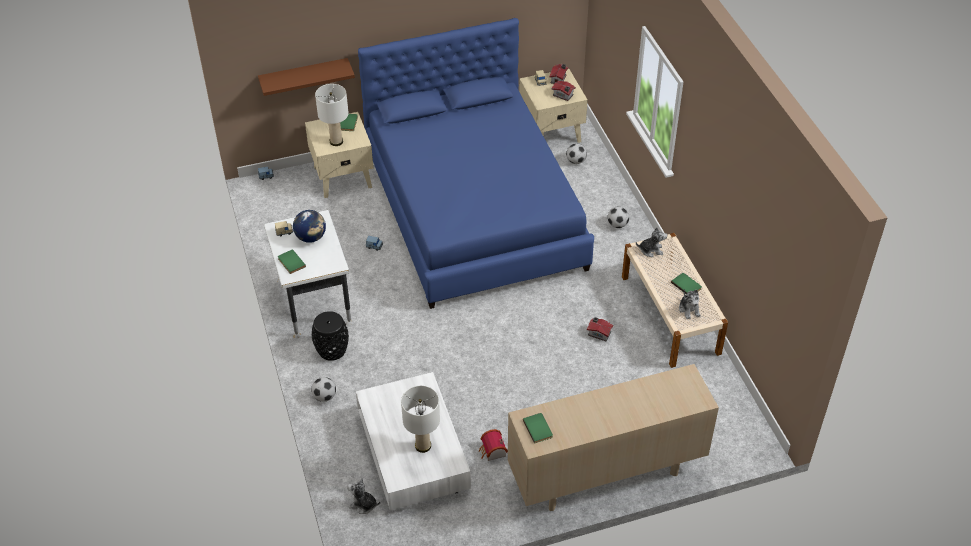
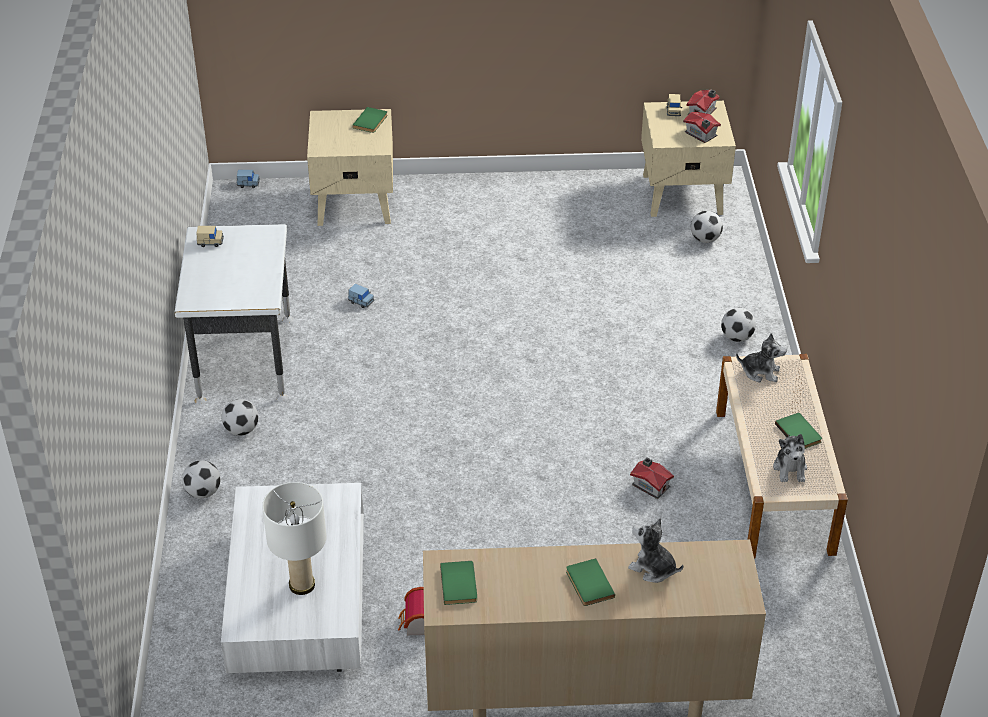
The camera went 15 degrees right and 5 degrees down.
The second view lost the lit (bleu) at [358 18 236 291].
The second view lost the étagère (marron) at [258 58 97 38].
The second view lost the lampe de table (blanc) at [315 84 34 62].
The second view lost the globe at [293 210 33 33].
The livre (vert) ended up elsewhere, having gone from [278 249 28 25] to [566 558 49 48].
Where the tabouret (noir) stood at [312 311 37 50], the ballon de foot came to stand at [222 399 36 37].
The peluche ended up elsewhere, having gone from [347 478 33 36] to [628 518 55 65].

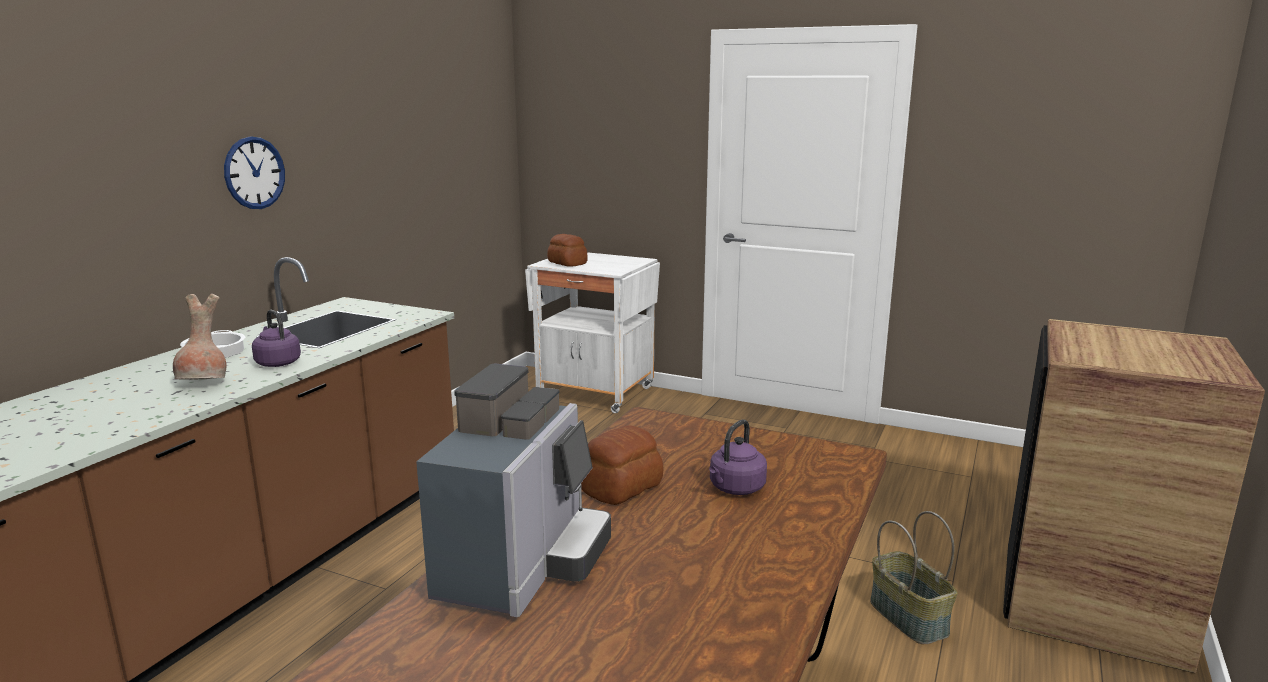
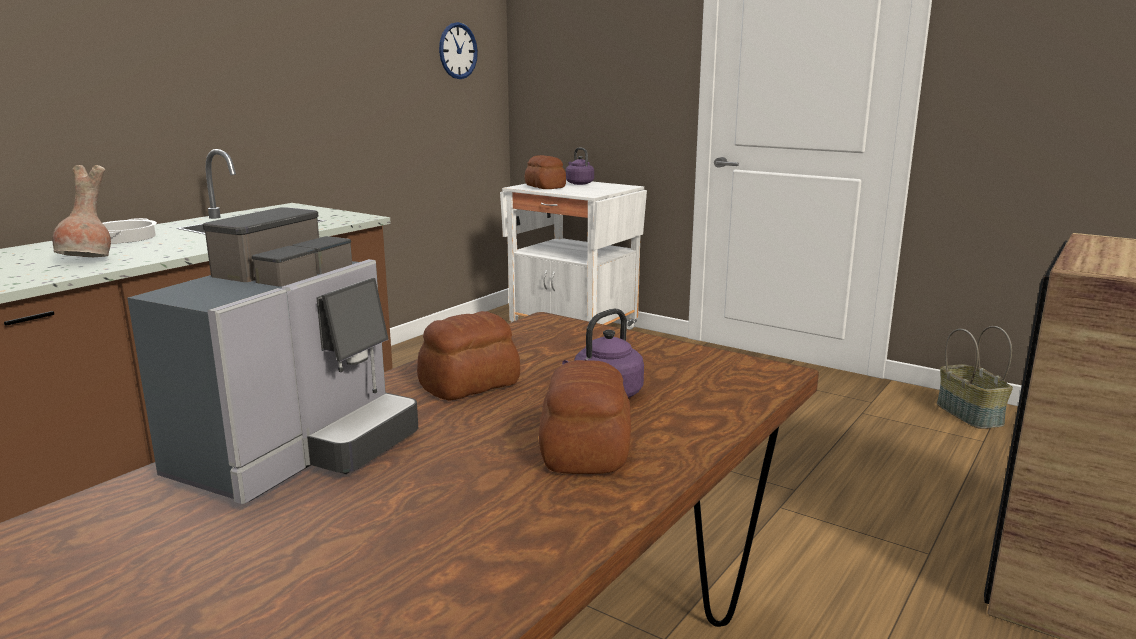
The camera went 10 degrees right and 0 degrees up.
The horloge murale ended up elsewhere, having gone from [224 137 61 72] to [439 22 39 57].
The bouilloire (violet) ended up elsewhere, having gone from [252 310 49 57] to [566 148 28 37].
The panier ended up elsewhere, having gone from [870 511 88 133] to [937 326 76 103].
The second view gained the pain at [539 360 92 114].

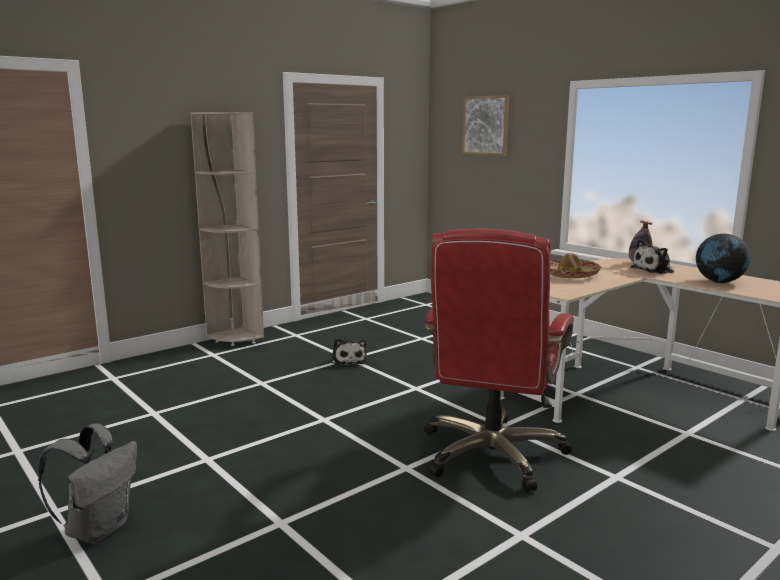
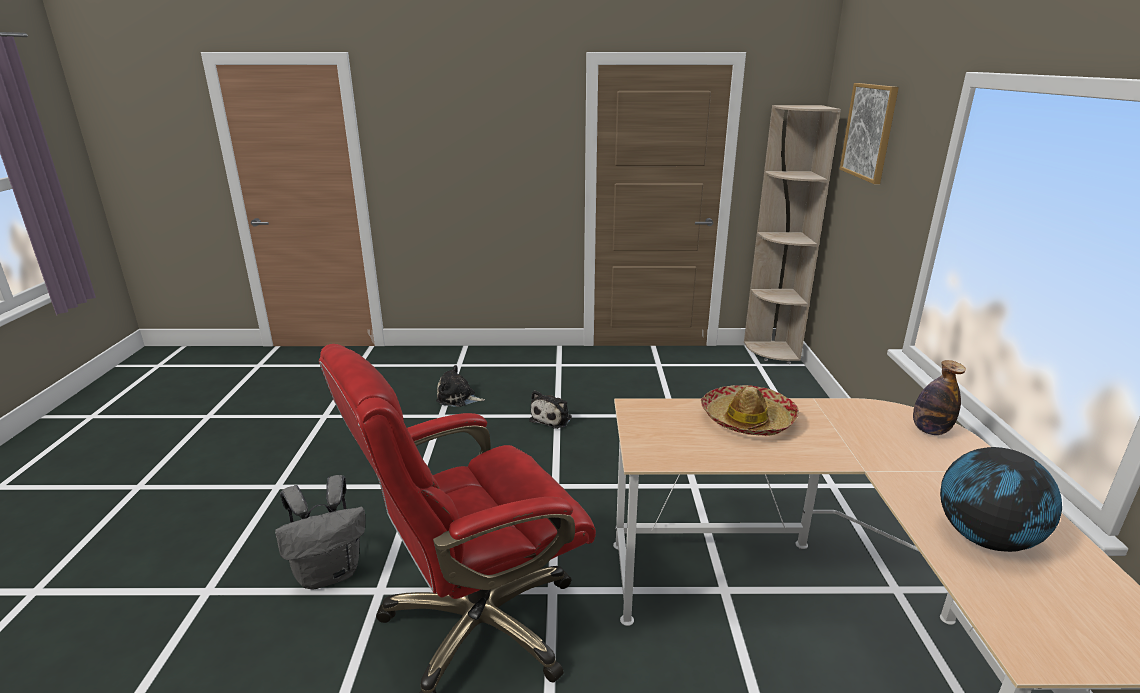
The camera went 40 degrees right and 10 degrees up.
The bibliothèque (beige) ended up elsewhere, having gone from [190 112 74 234] to [744 105 97 259].
The peluche ended up elsewhere, having gone from [630 239 44 35] to [436 365 49 42].
The sac à dos (gris) ended up elsewhere, having gone from [38 423 99 121] to [275 475 91 114].

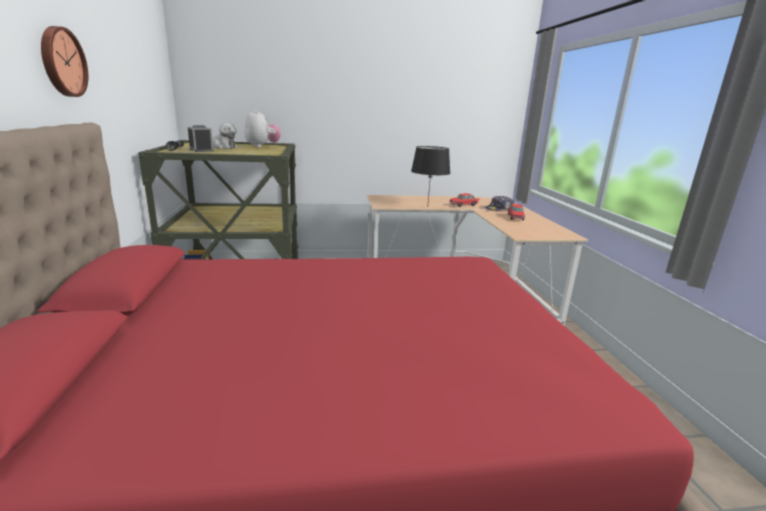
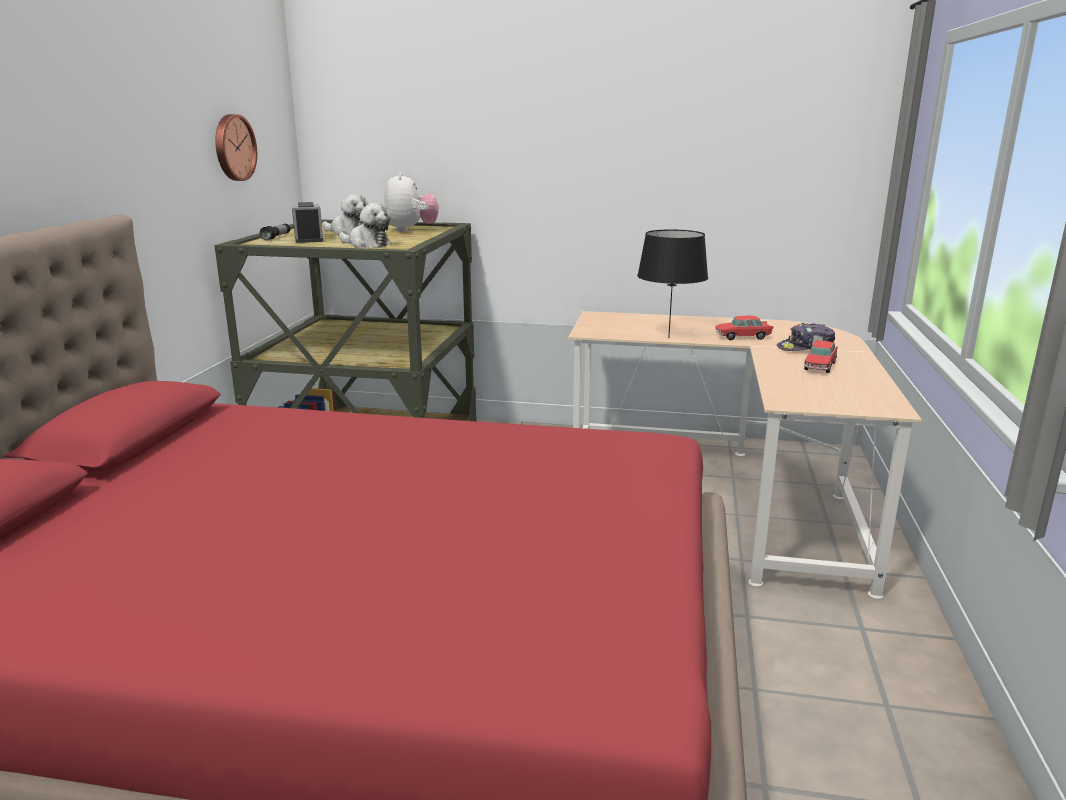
The camera went 20 degrees right and 0 degrees up.
The horloge murale ended up elsewhere, having gone from [41 26 47 71] to [215 114 42 67].
The second view gained the peluche at [339 203 53 45].

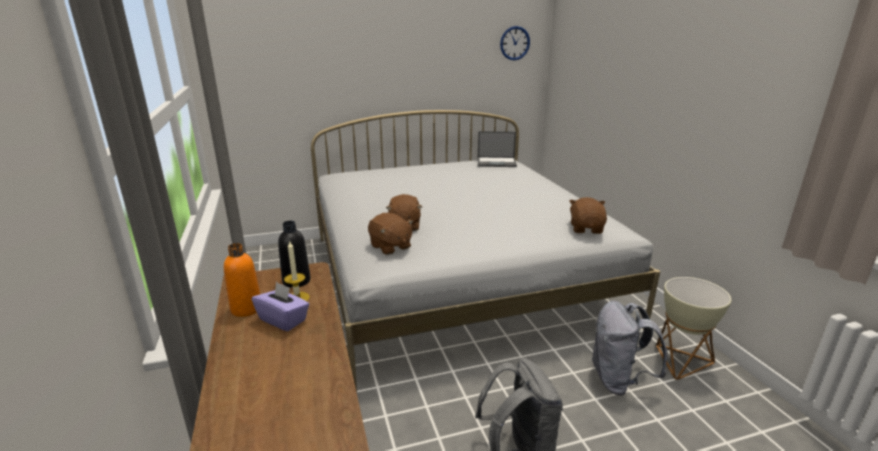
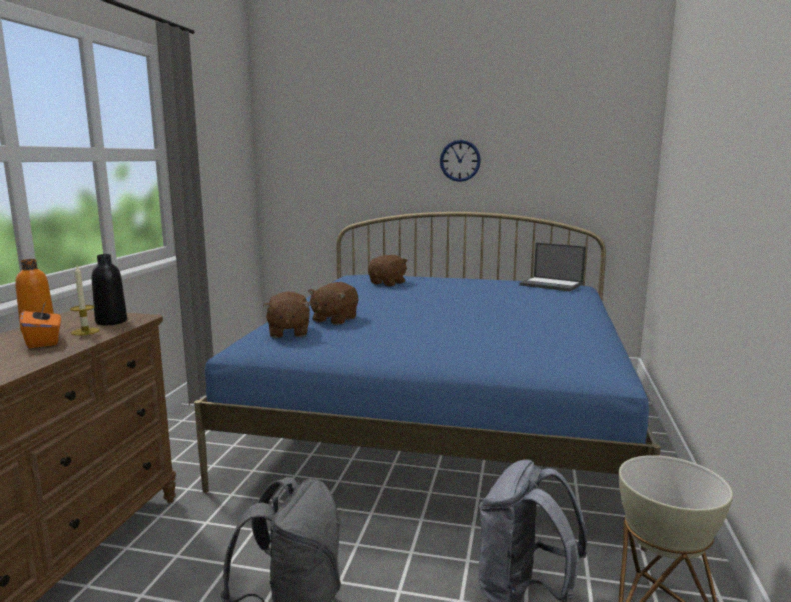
The camera went 30 degrees right and 10 degrees down.
The horloge murale ended up elsewhere, having gone from [500 26 30 34] to [440 140 41 42].
What was the lit (blanc) at [311 110 349 282] turned into the lit (bleu) at [194 212 467 339].
The peluche (marron) ended up elsewhere, having gone from [569 197 38 37] to [368 255 40 31].
What was the boîte à mouchoirs (violet) at [252 282 57 49] turned into the boîte à mouchoirs (orange) at [20 301 41 47].

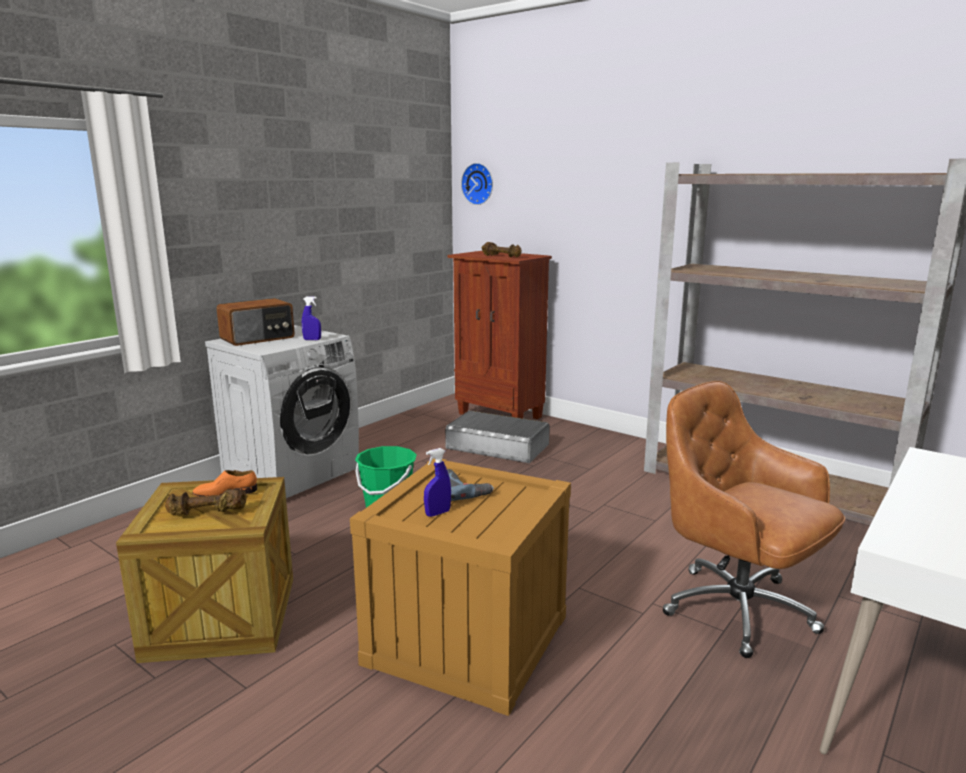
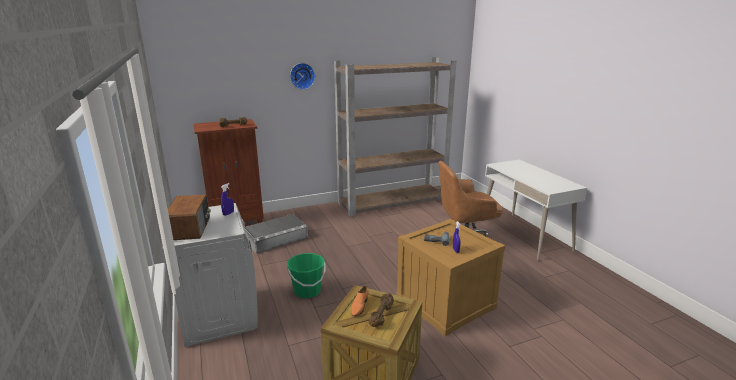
The camera went 60 degrees left and 5 degrees up.
The horloge murale ended up elsewhere, having gone from [461 163 32 42] to [290 63 25 27].

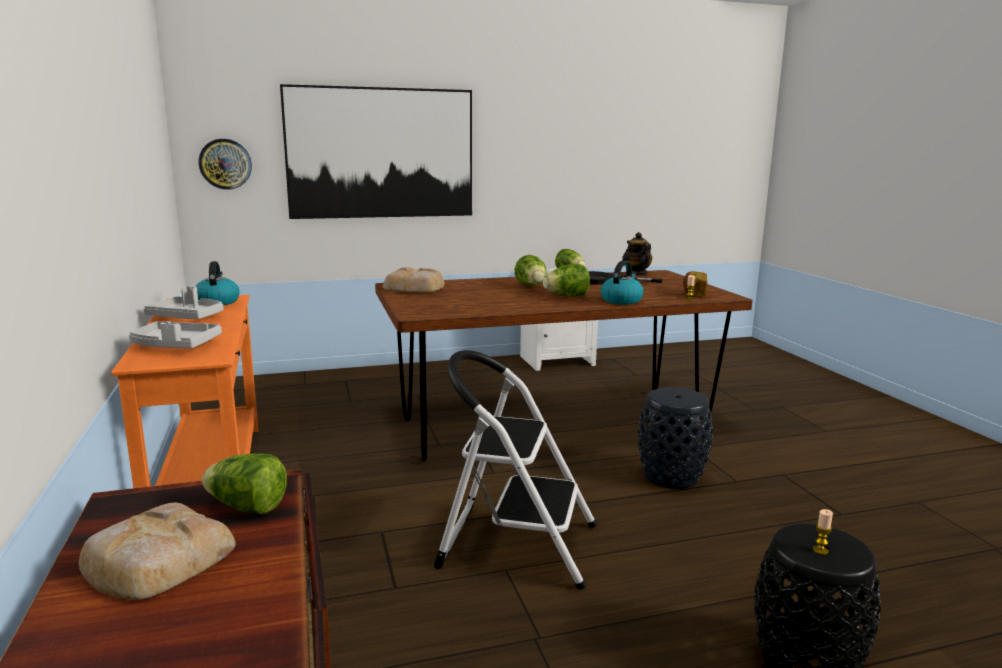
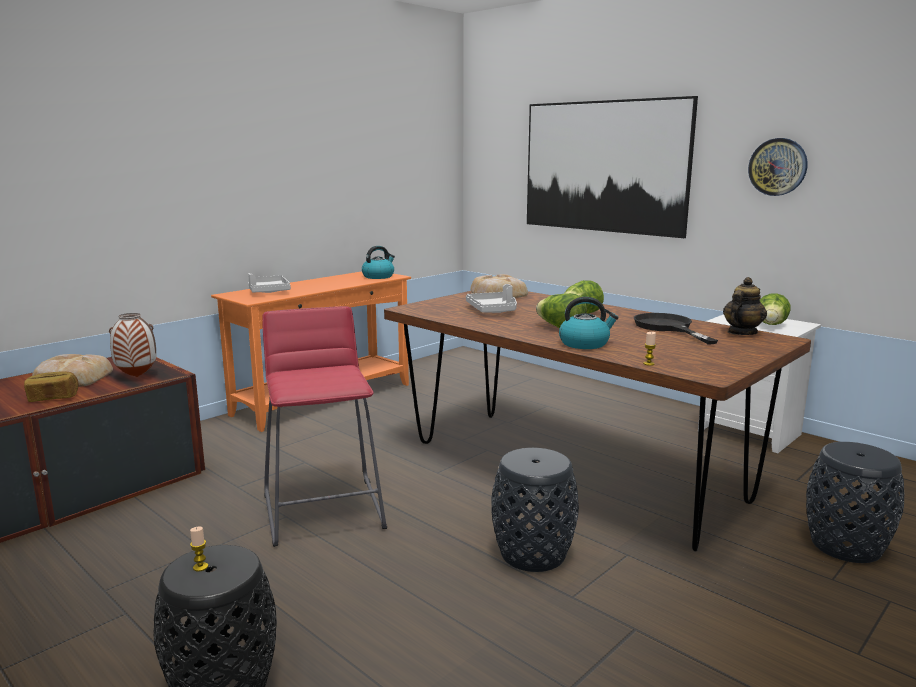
The camera went 60 degrees right and 0 degrees up.
The horloge murale ended up elsewhere, having gone from [198 139 54 51] to [748 138 60 58].
The pain ended up elsewhere, having gone from [683 271 25 26] to [24 371 54 31].
The plateau (gris) ended up elsewhere, having gone from [143 286 80 33] to [466 284 51 29].
Where the escabeau stood at [434 350 163 240], the tabouret (rouge) came to stand at [262 306 125 241].
Where the laitue stood at [202 453 85 61], the vase came to stand at [109 313 47 64].
The second view gained the tabouret (noir) at [806 442 99 121].

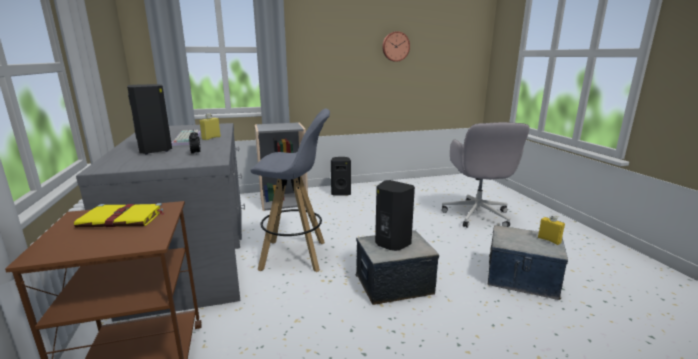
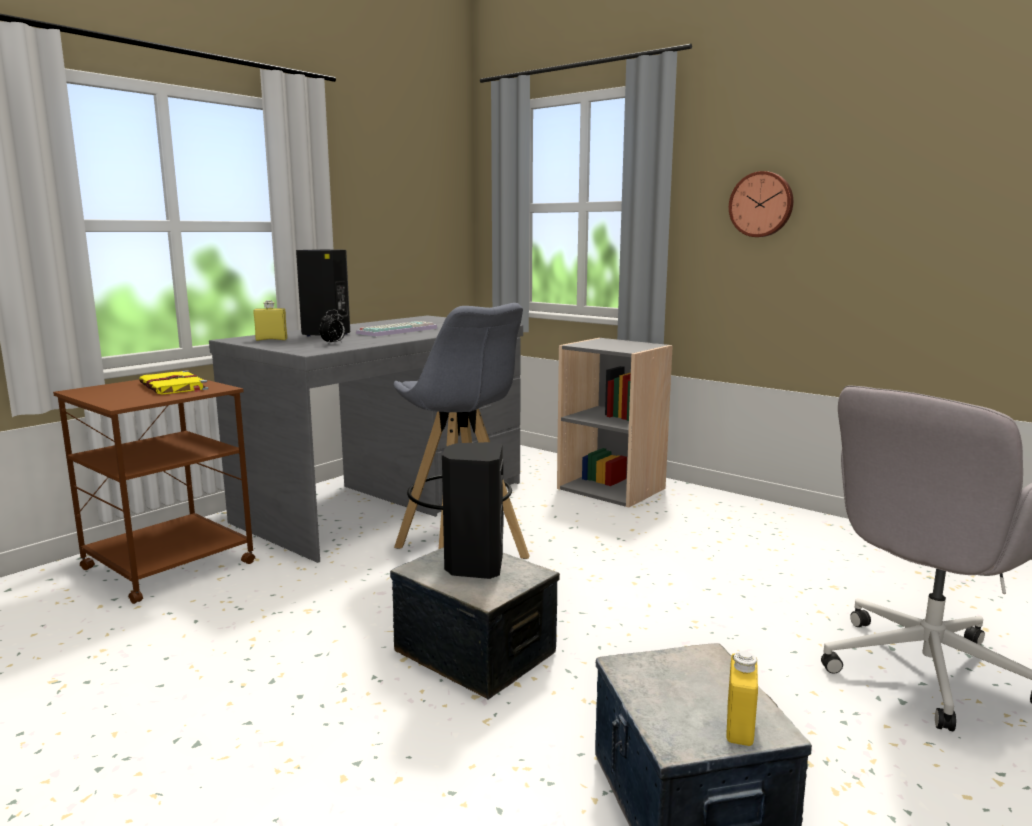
The camera went 55 degrees right and 5 degrees down.
The horloge murale ended up elsewhere, having gone from [382 31 28 31] to [729 171 64 66].
The bouteille (jaune) ended up elsewhere, having gone from [200 113 21 27] to [253 300 34 41].
The second view lost the enceinte (noir) at [331 157 20 39].

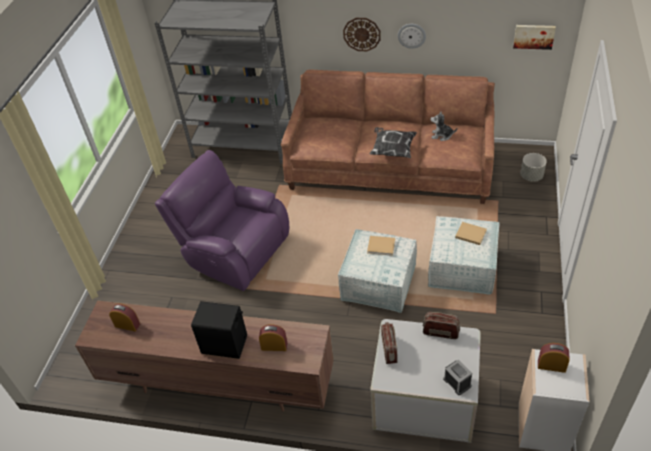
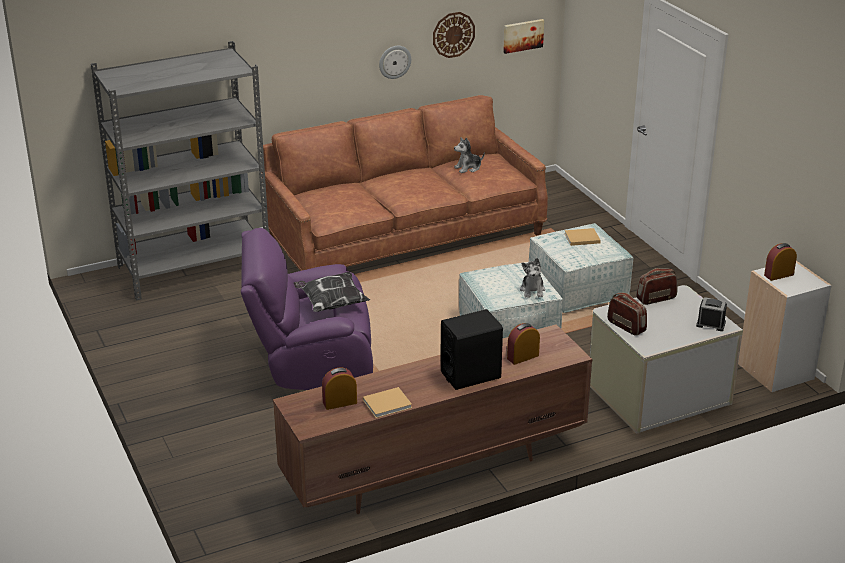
The camera went 40 degrees left and 15 degrees down.
The horloge murale ended up elsewhere, having gone from [343 18 38 33] to [433 12 42 46].
The coussin ended up elsewhere, having gone from [370 127 47 31] to [294 272 76 40].
The second view lost the cache-pot (gris) at [520 153 27 29].
The livre (beige) ended up elsewhere, having gone from [367 236 28 20] to [363 387 49 31].
The second view gained the peluche at [520 258 25 40].

